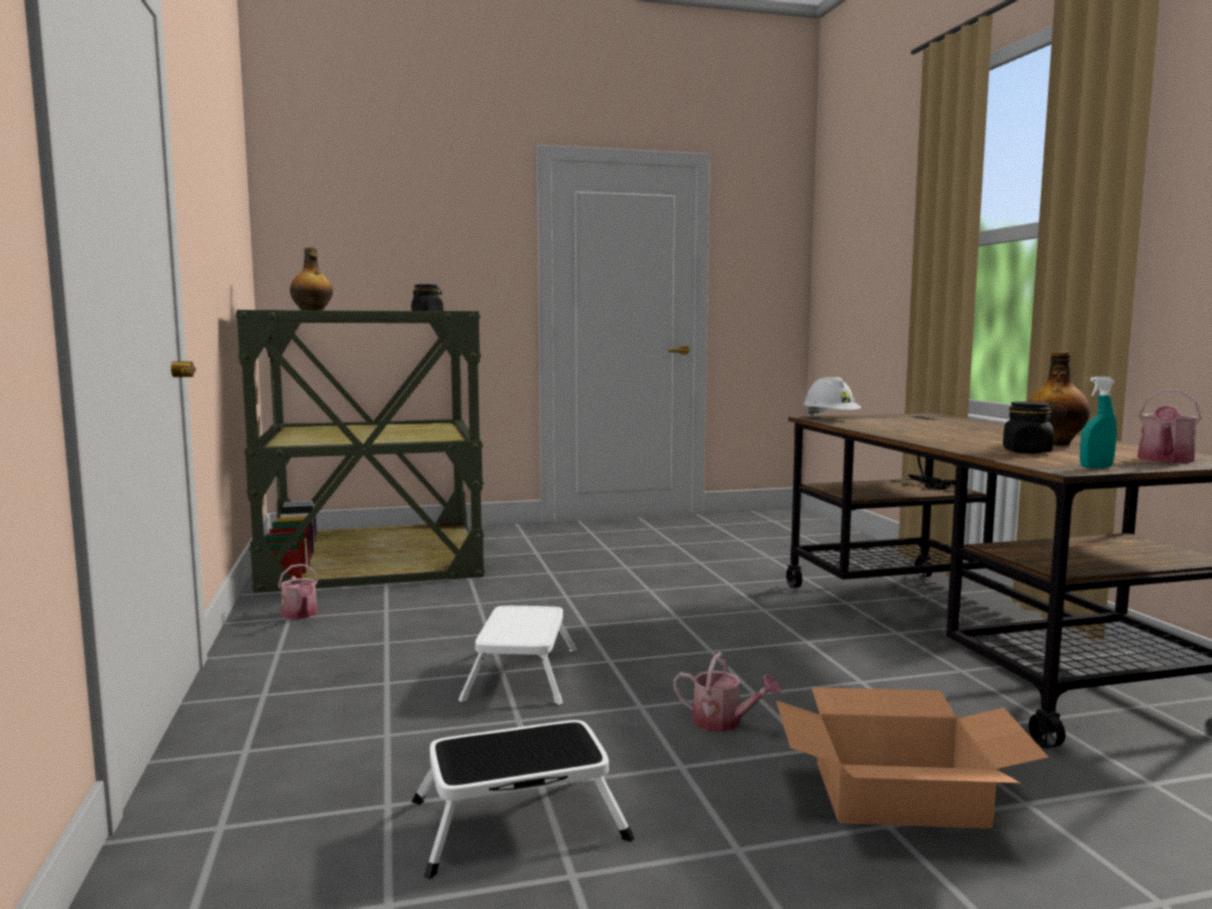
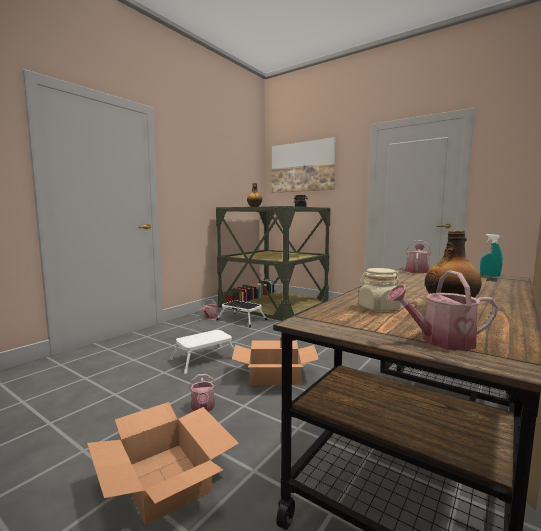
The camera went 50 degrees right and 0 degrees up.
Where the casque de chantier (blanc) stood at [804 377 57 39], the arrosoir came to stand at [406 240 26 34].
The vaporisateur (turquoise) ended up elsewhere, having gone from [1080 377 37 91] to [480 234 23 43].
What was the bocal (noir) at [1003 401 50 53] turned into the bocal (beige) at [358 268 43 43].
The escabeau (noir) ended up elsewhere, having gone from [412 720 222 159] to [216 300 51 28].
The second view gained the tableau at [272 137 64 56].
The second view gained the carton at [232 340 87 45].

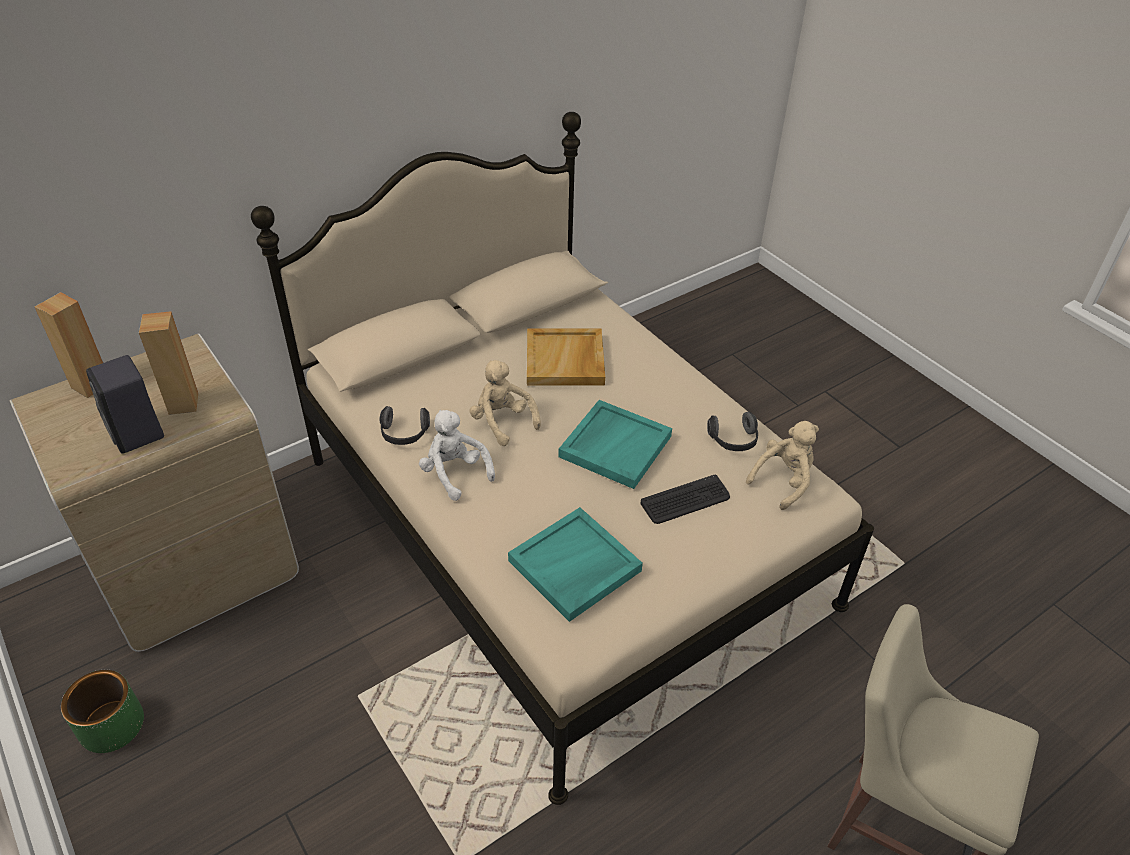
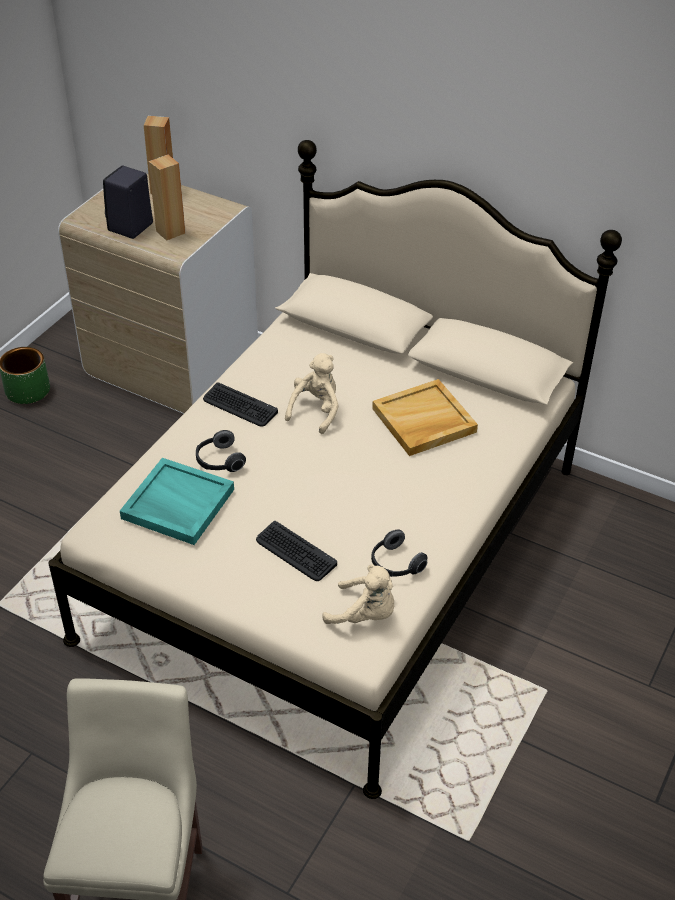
The camera went 65 degrees right and 0 degrees up.
The second view lost the plateau (turquoise) at [558 400 114 89].
The casque audio ended up elsewhere, having gone from [379 406 51 39] to [196 430 50 42].
Where the peluche (blanc) stood at [419 410 76 91], the clavier came to stand at [203 383 75 44].

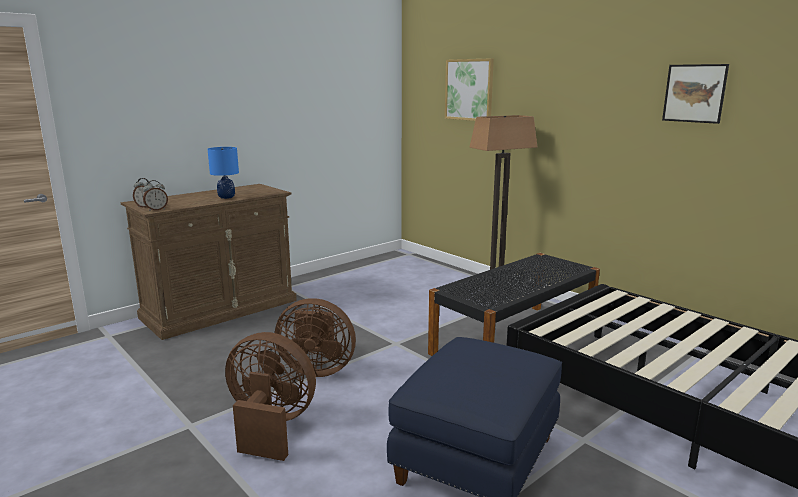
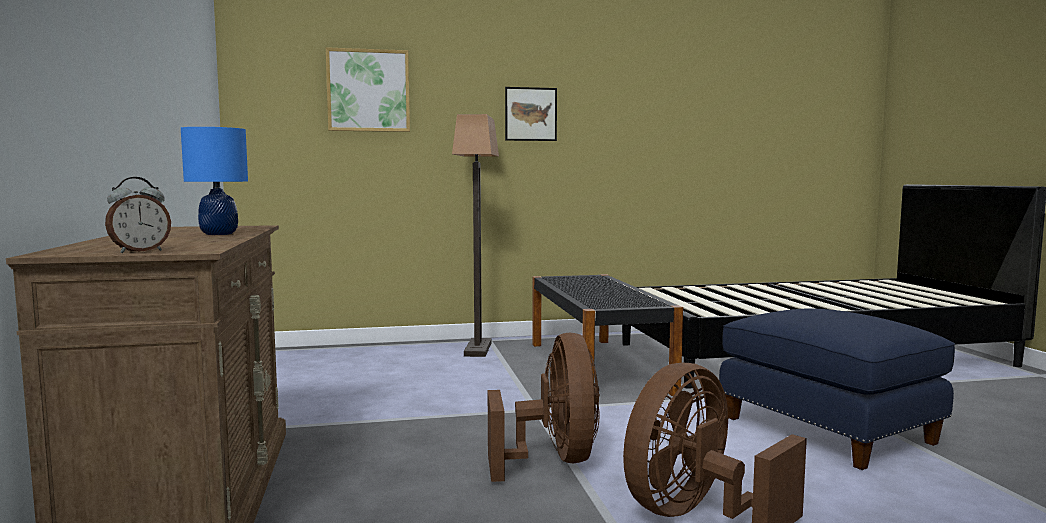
The camera went 60 degrees left and 10 degrees down.
The tableau ended up elsewhere, having gone from [662 64 67 60] to [505 87 52 54].
The second view lost the réveil at [143 180 25 31].
The ventilateur (marron) at [275 298 81 79] ended up facing another way, 45 degrees counterclockwise from before.

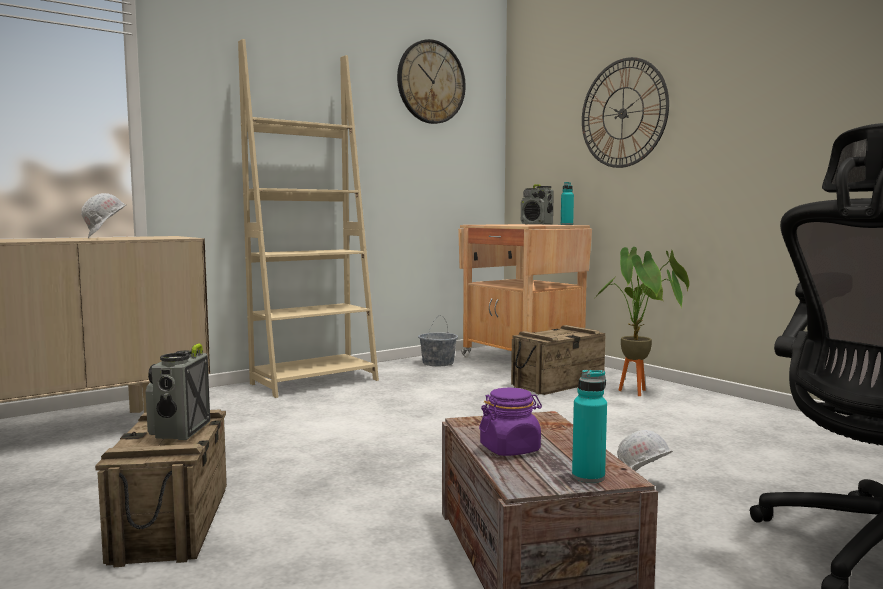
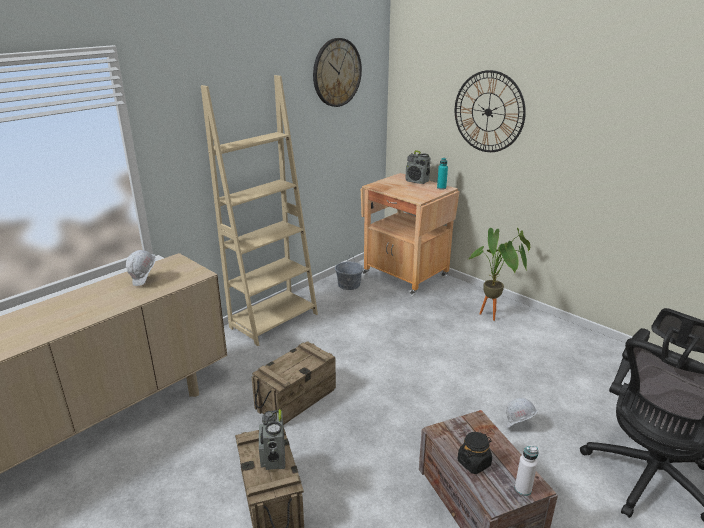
The camera went 10 degrees left and 20 degrees up.
The caisse ended up elsewhere, having gone from [511 325 94 70] to [252 341 84 84].
What was the bouteille (turquoise) at [572 370 35 113] turned into the bouteille (blanc) at [515 446 23 50].
What was the bocal (violet) at [479 388 63 68] turned into the bocal (noir) at [458 432 34 42].

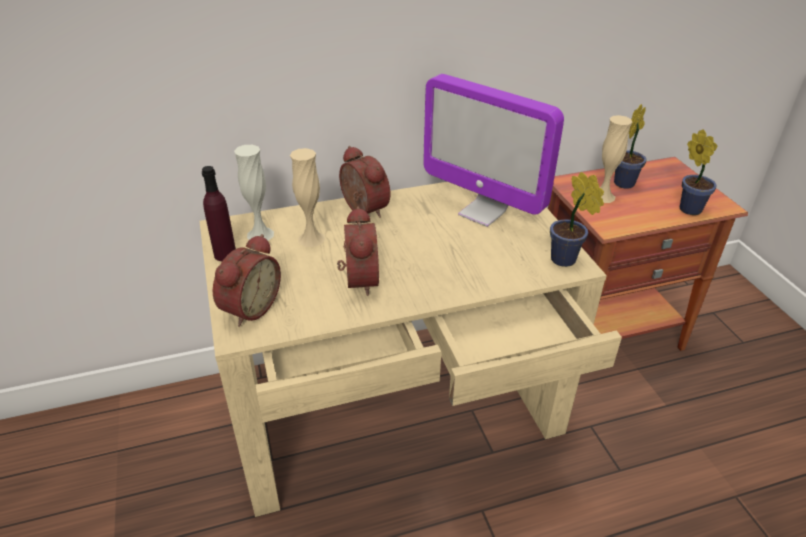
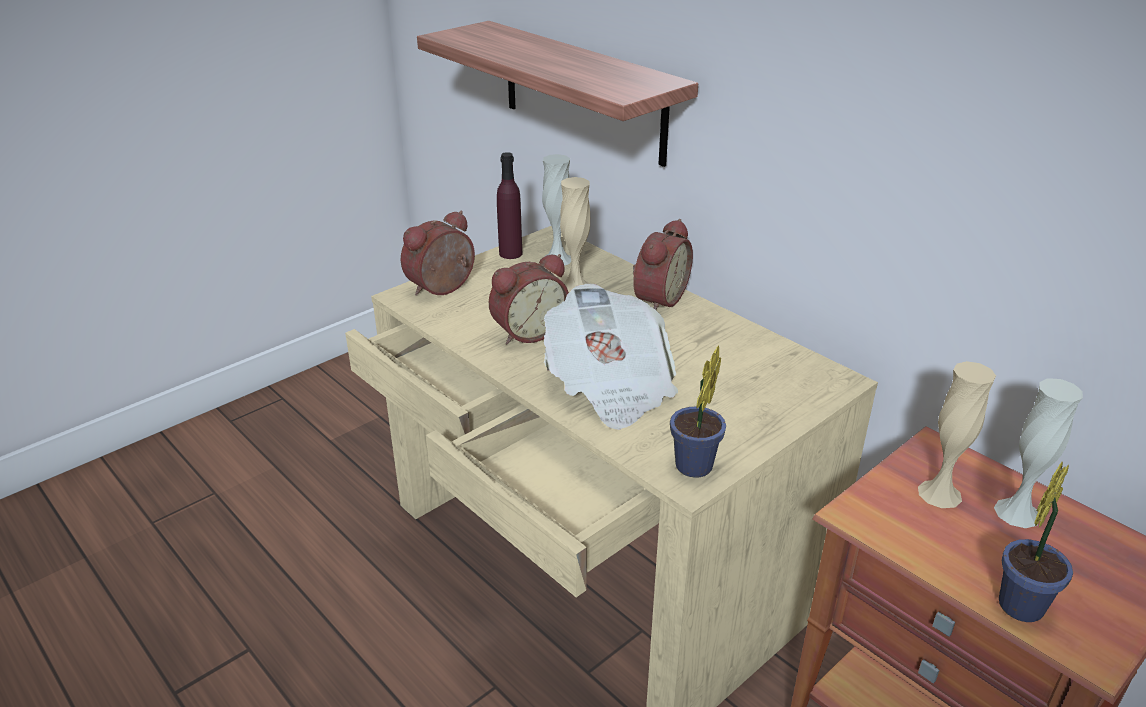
The camera went 65 degrees right and 5 degrees down.
The second view lost the écran d'ordinateur at [423 74 141 153].
Where the plante en pot stood at [614 104 32 85], the vase (blanc) came to stand at [994 378 89 150].
The réveil at [213 234 68 93] ended up facing another way, 135 degrees clockwise from before.
The second view gained the étagère at [417 21 281 146].
The second view gained the journal at [544 284 134 146].

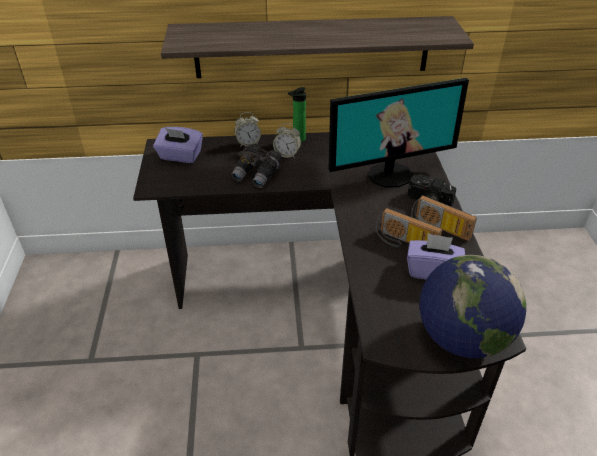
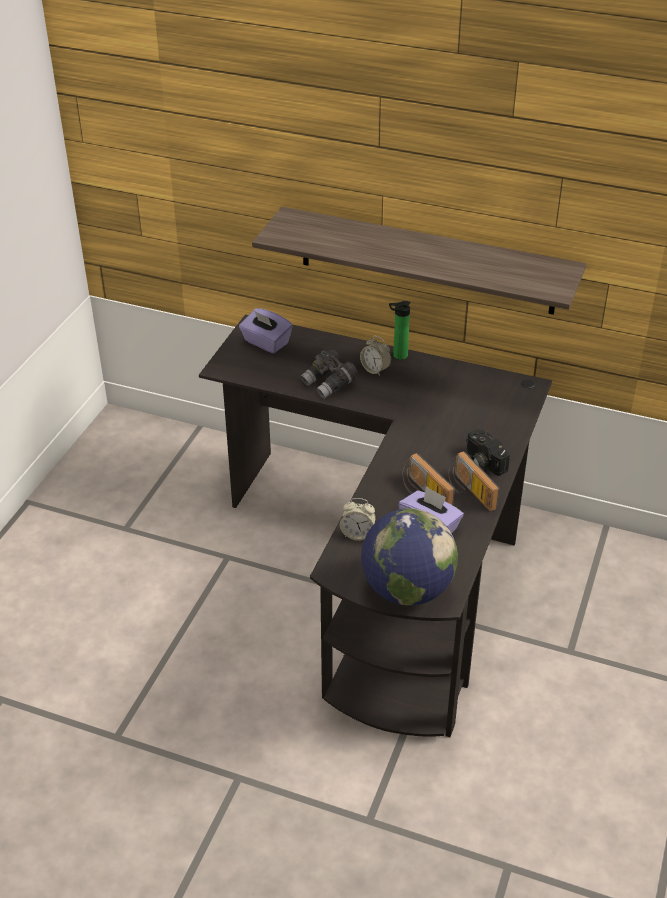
The camera went 25 degrees right and 0 degrees up.
The second view lost the écran d'ordinateur at [329 78 140 109].
The réveil ended up elsewhere, having gone from [235 112 26 35] to [340 498 36 43].

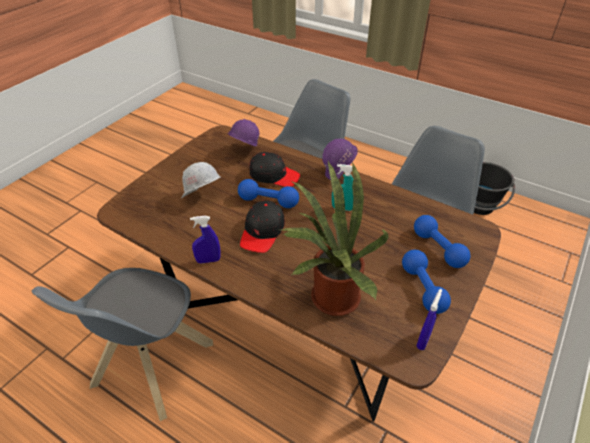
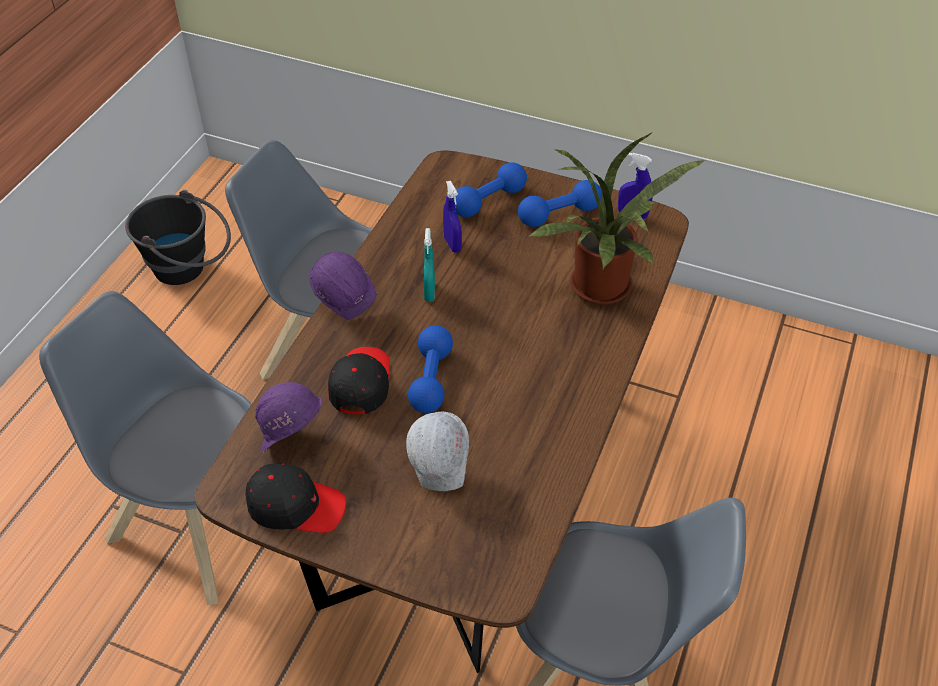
The camera went 100 degrees left and 5 degrees up.
The casquette (noir) ended up elsewhere, having gone from [240 201 45 52] to [245 464 101 69].
The vaporisateur (bleu) ended up elsewhere, having gone from [190 216 31 48] to [443 181 19 72].

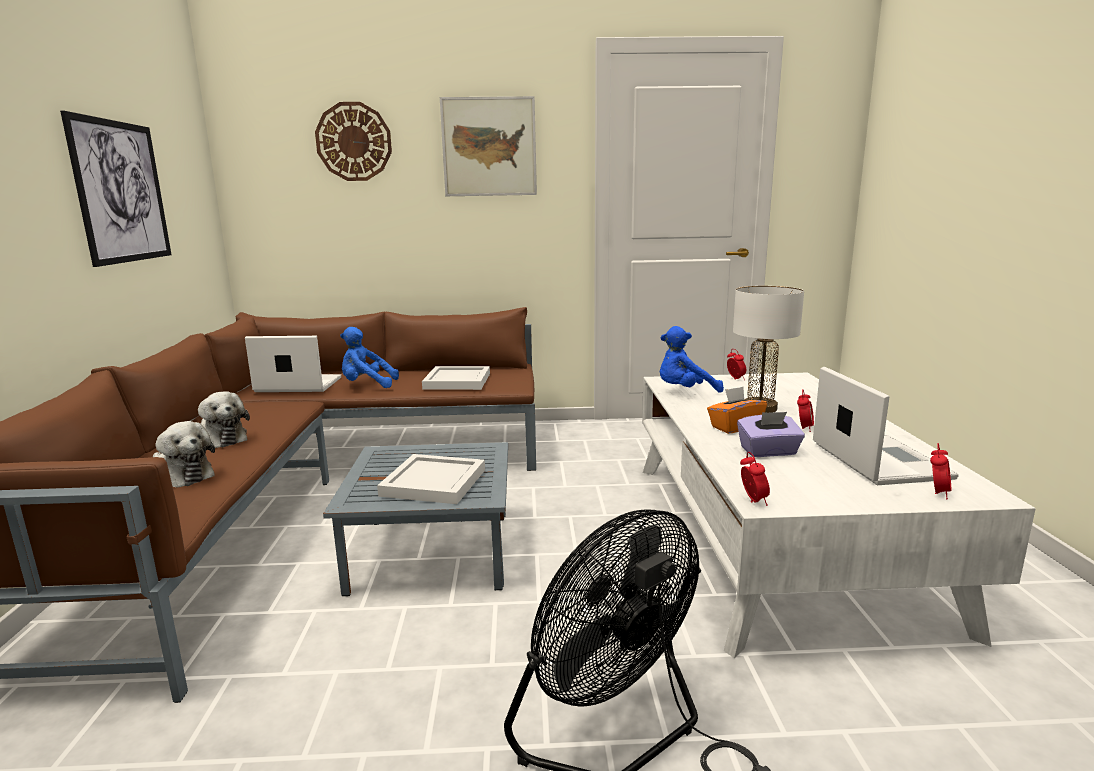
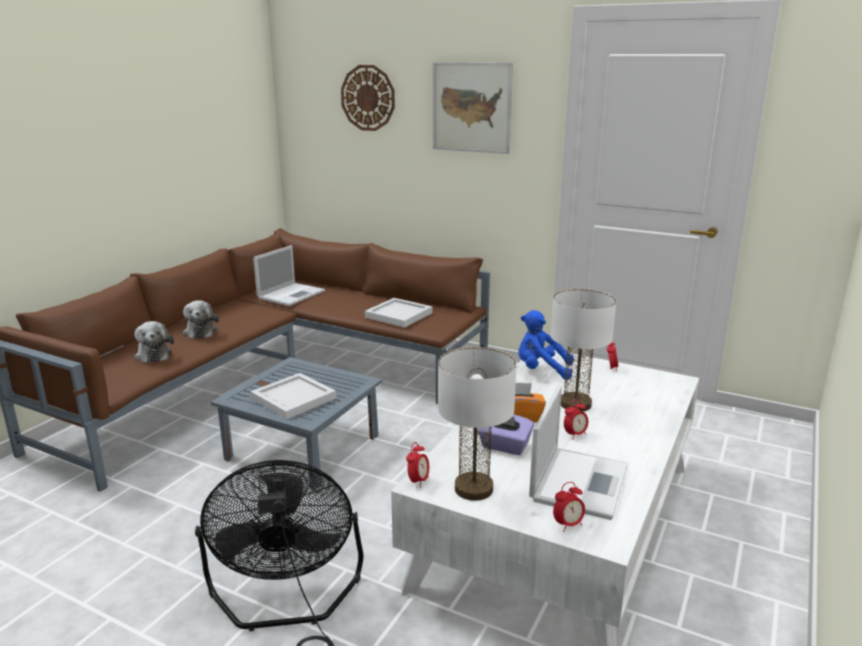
The camera went 30 degrees right and 5 degrees up.
The second view lost the tableau at [60 111 112 156].
The second view lost the peluche (bleu) at [340 327 59 61].
The ordinateur portable at [245 336 96 56] ended up facing another way, 90 degrees clockwise from before.
The second view gained the lampe de table at [438 347 79 154].

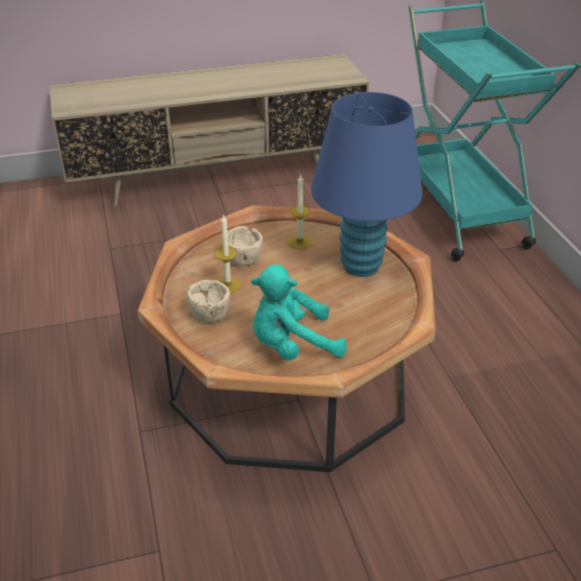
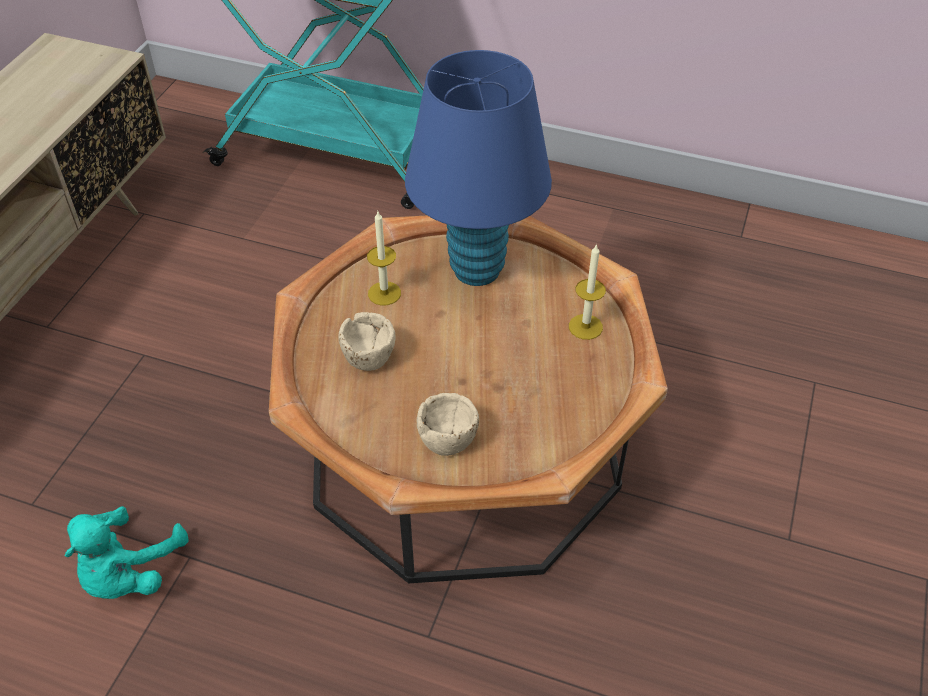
The camera went 55 degrees left and 10 degrees up.
The bougie ended up elsewhere, having gone from [215 214 26 79] to [569 244 37 96].
The peluche (turquoise) ended up elsewhere, having gone from [251 264 96 96] to [65 506 123 93].

